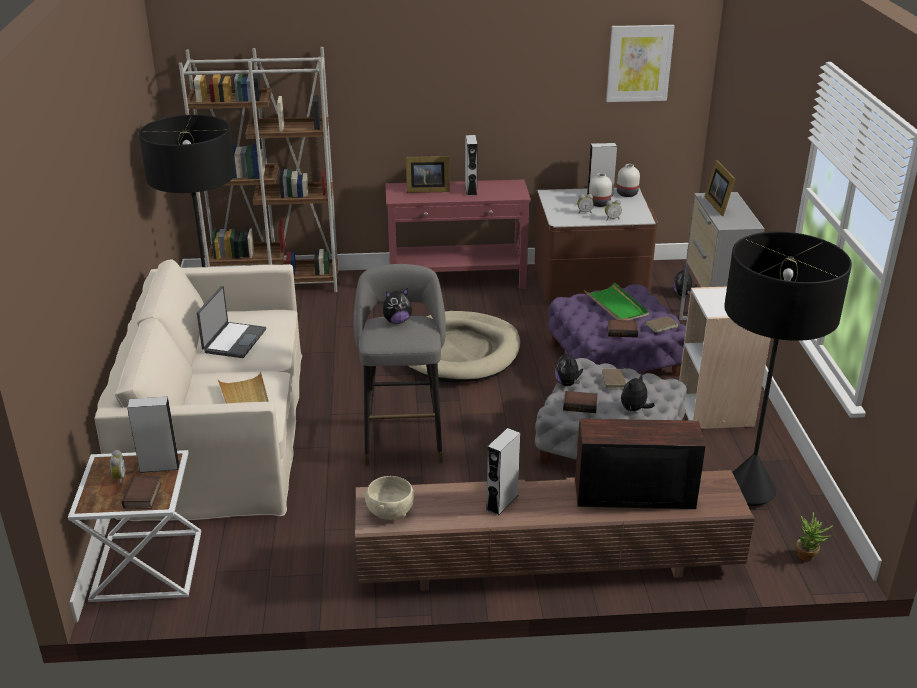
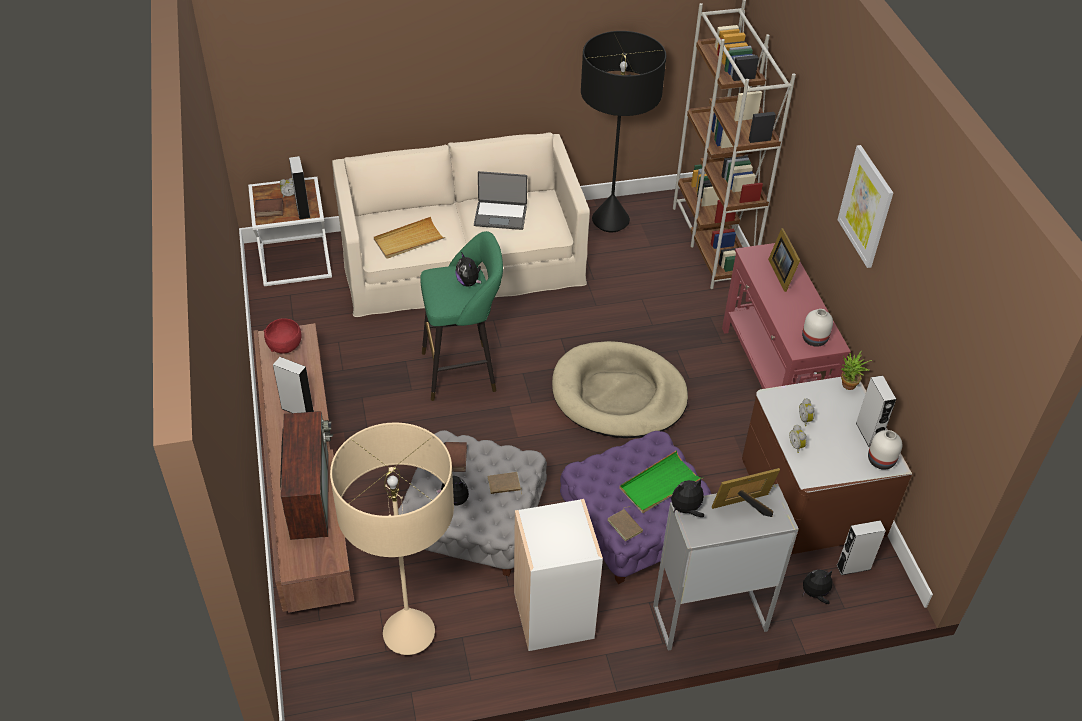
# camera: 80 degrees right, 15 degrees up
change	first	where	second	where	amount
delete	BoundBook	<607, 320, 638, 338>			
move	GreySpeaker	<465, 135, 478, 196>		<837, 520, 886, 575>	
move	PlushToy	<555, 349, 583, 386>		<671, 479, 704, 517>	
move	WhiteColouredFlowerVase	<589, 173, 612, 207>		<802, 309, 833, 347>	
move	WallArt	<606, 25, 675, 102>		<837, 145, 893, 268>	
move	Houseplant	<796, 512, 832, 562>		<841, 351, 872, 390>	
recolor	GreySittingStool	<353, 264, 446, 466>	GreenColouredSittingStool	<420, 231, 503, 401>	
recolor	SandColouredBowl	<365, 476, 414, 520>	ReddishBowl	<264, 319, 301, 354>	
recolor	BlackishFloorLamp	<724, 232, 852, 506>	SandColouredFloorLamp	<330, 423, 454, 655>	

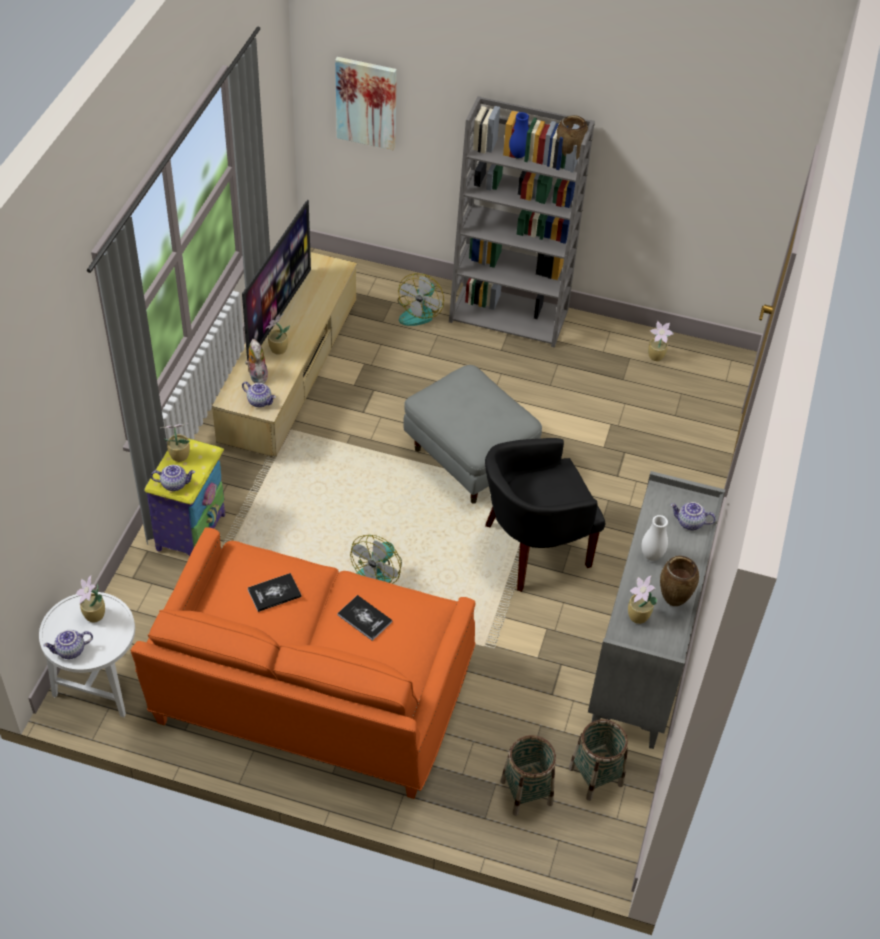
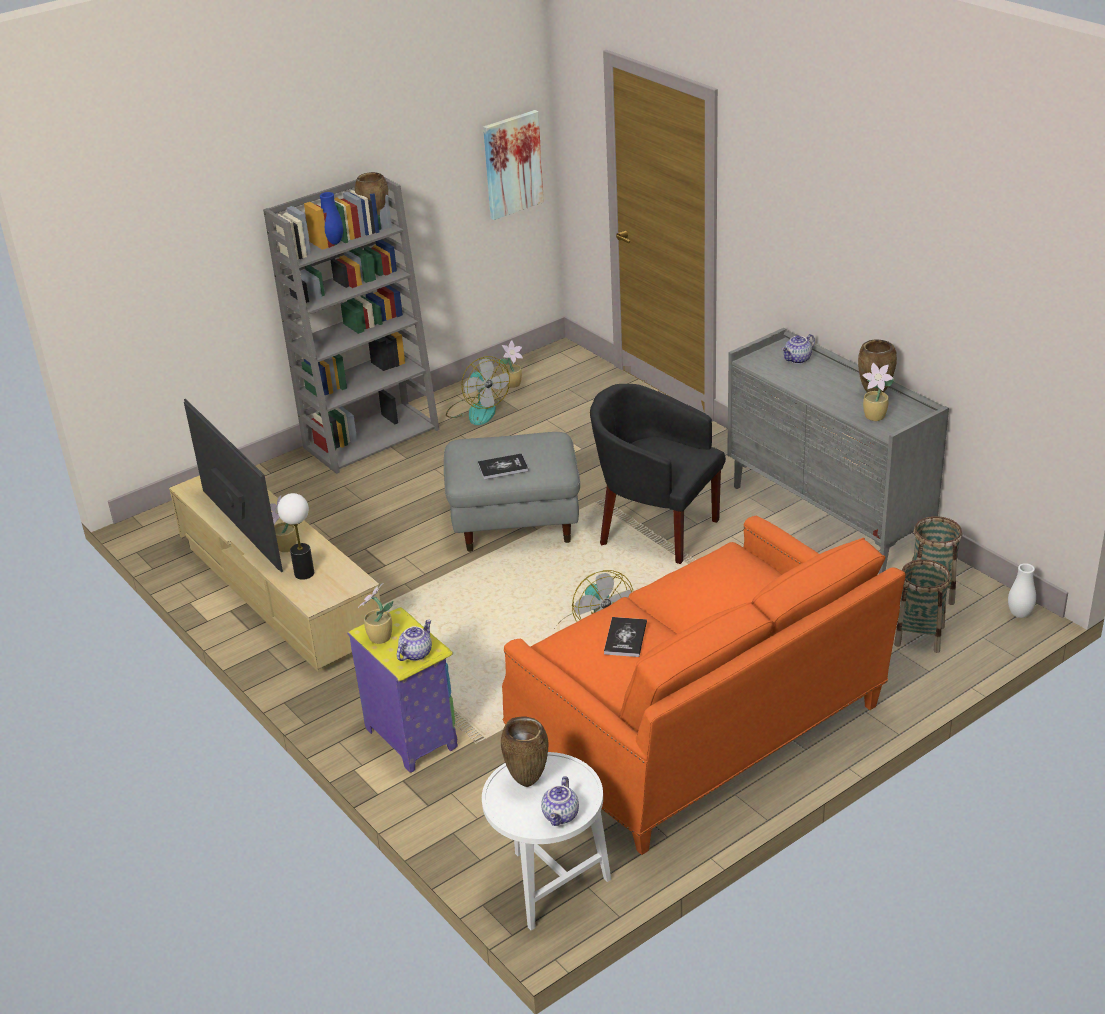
# camera: 50 degrees left, 15 degrees down
change	first	where	second	where	amount
delete	PotForTea	<242, 382, 276, 407>			
move	WallArt	<335, 57, 397, 150>		<483, 110, 544, 220>	
move	BoundBook	<338, 595, 392, 641>		<478, 453, 529, 480>	
move	Fan	<397, 273, 444, 326>		<446, 356, 510, 425>	
move	WhiteColouredFlowerVase	<641, 515, 668, 561>		<1008, 563, 1036, 618>	
replace	Houseplant	<76, 575, 105, 622>	BrownishFlowerVase	<501, 717, 549, 787>	
replace	PlushToy	<245, 339, 268, 384>	TableLamp	<277, 493, 314, 580>	
rotate	BlackishArmchair	<485, 438, 605, 592>		<590, 384, 726, 564>	105 degrees clockwise

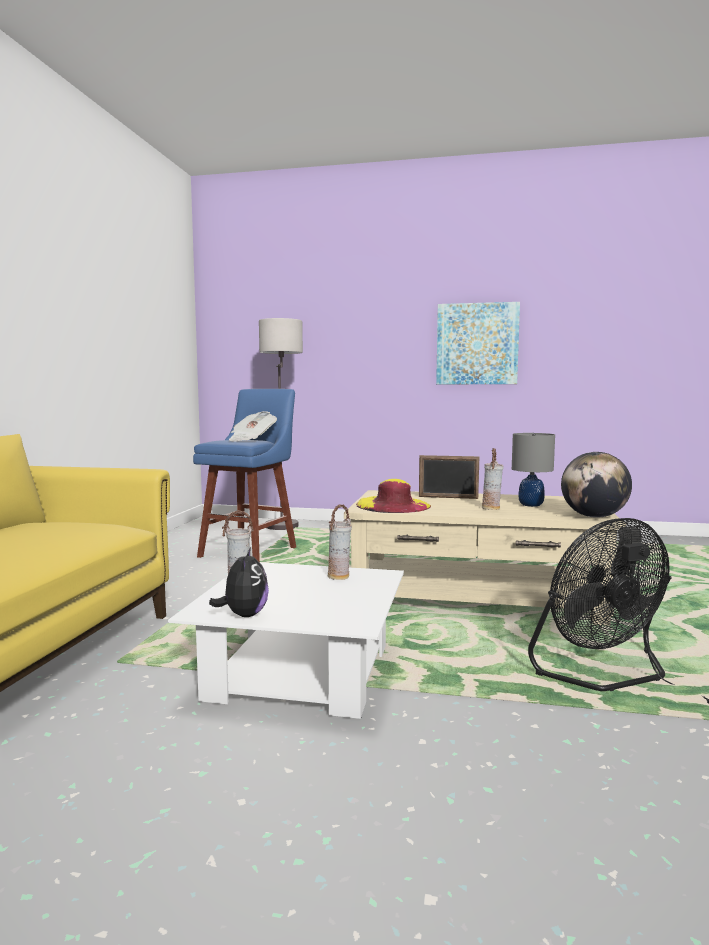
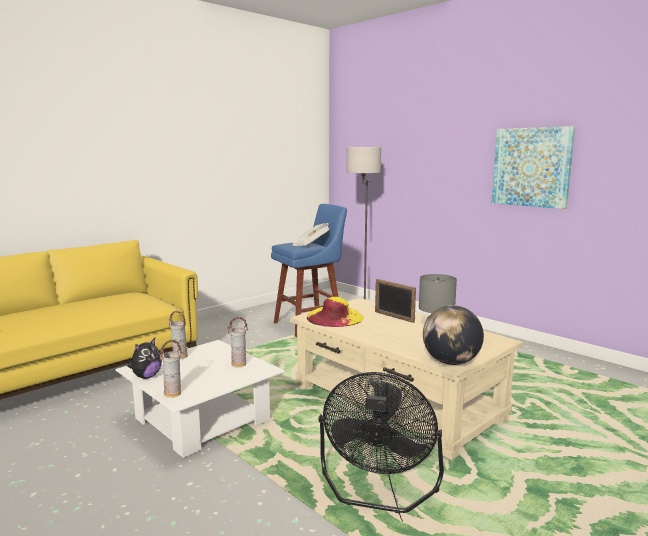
# camera: 35 degrees right, 5 degrees up
change	first	where	second	where	amount
move	FlowerVase	<482, 448, 504, 510>		<159, 340, 182, 398>	

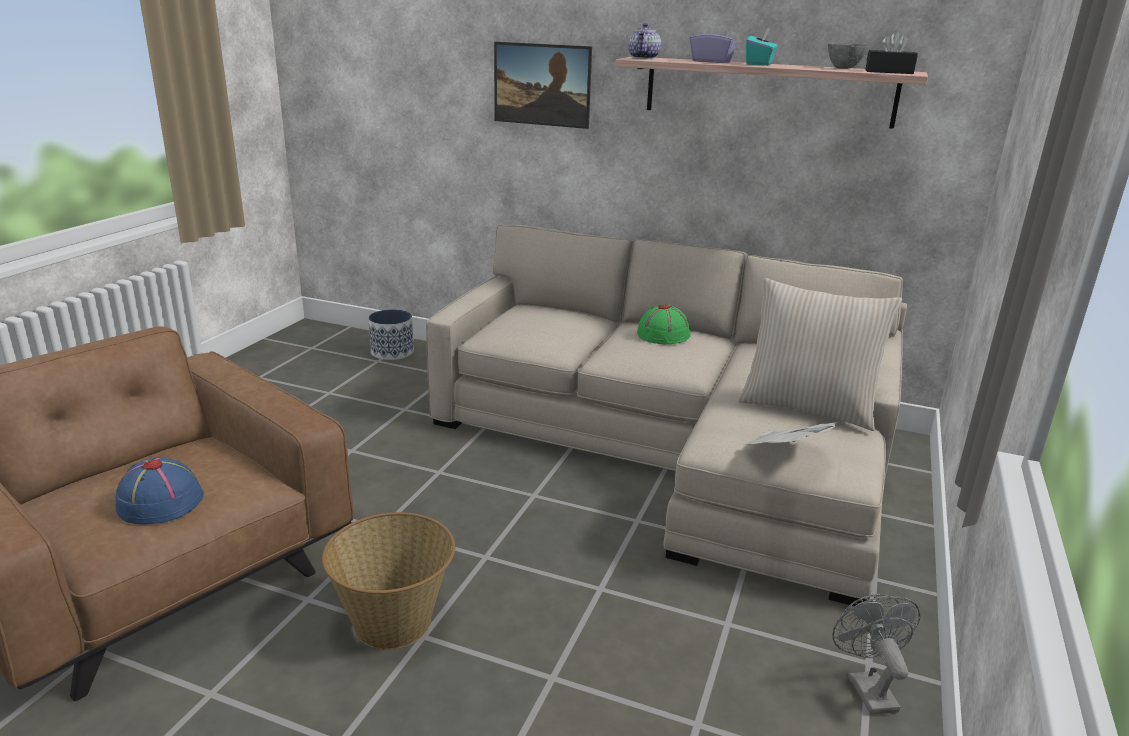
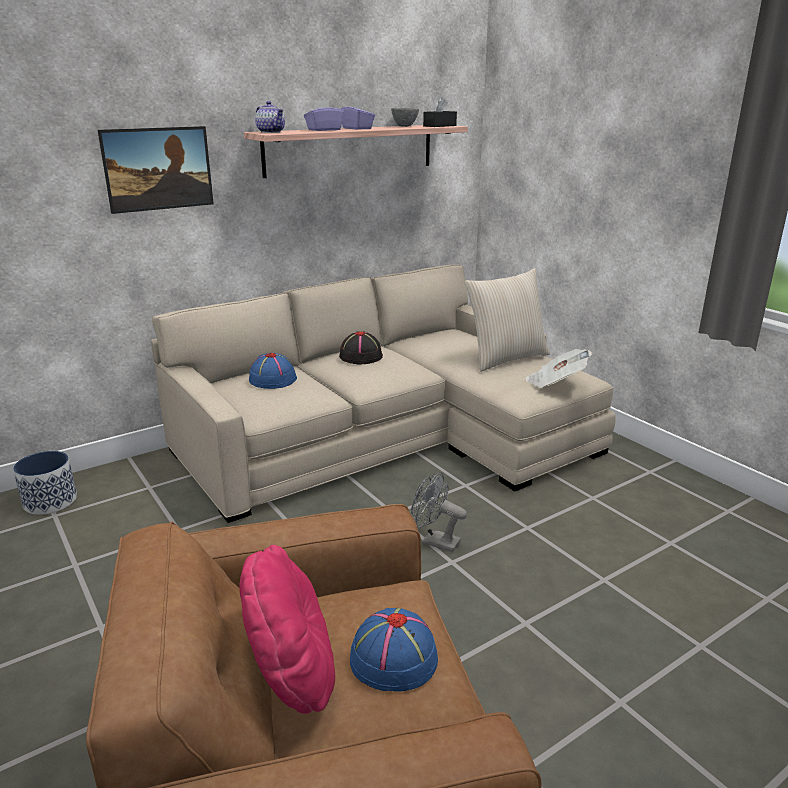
# camera: 55 degrees left, 0 degrees up
change	first	where	second	where	amount
delete	HouseholdBasket	<322, 512, 455, 650>			
insert			PinkishCushion	<239, 545, 335, 714>	
insert			BlueColouredClothingHat	<249, 353, 297, 389>	
move	GreyFan	<832, 594, 920, 714>		<411, 472, 467, 552>	
recolor	GreenColouredClothingHat	<637, 304, 691, 344>	BlackishClothingHat	<339, 331, 383, 364>	
recolor	TurquoiseTissueBox	<746, 28, 778, 66>	PurplishTissueBox	<341, 100, 375, 130>	

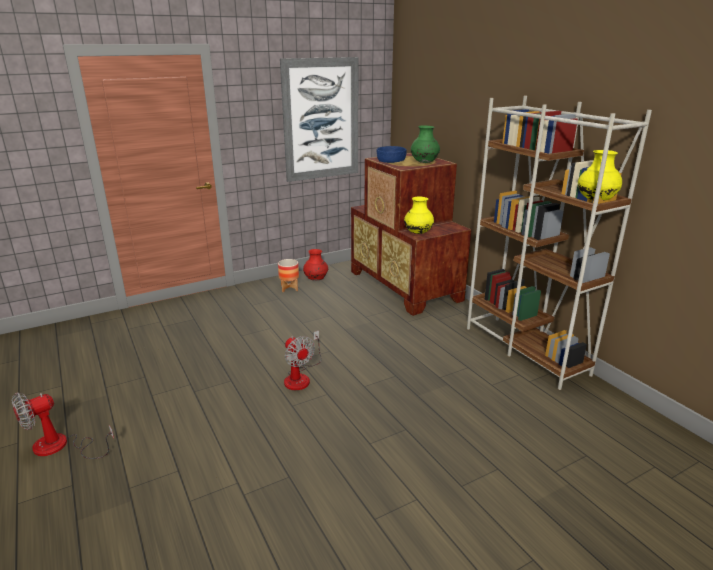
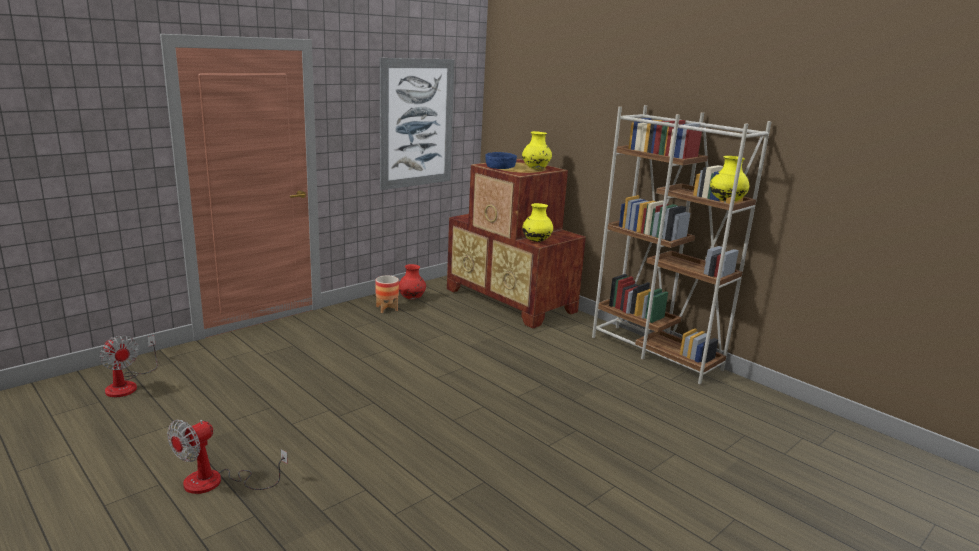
# camera: 15 degrees left, 5 degrees down
change	first	where	second	where	amount
move	Fan	<284, 330, 322, 390>		<100, 335, 158, 397>	
recolor	GreenColouredFlowerVase	<411, 125, 440, 163>	YellowColouredFlowerVase	<522, 131, 552, 170>	

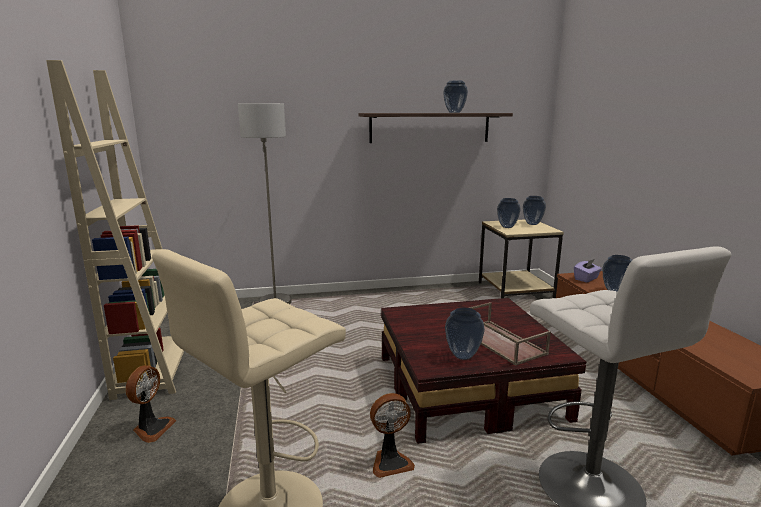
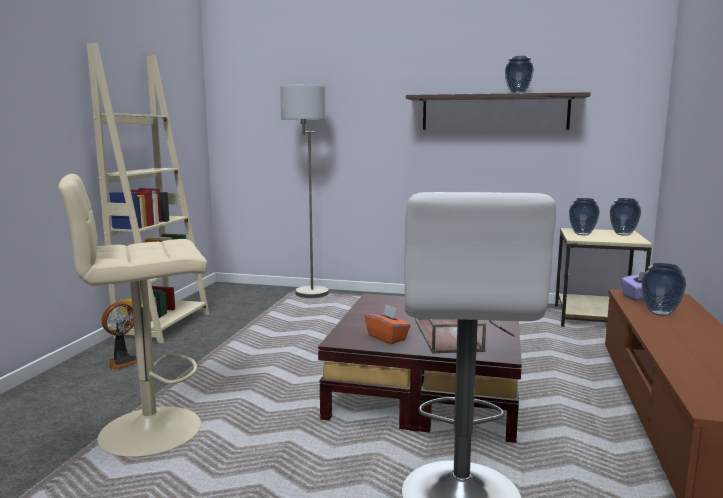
# camera: 25 degrees right, 5 degrees down
change	first	where	second	where	amount
delete	Fan	<370, 393, 415, 478>			
replace	FlowerVase	<445, 308, 485, 360>	OrangeyTissueBox	<365, 304, 411, 344>	

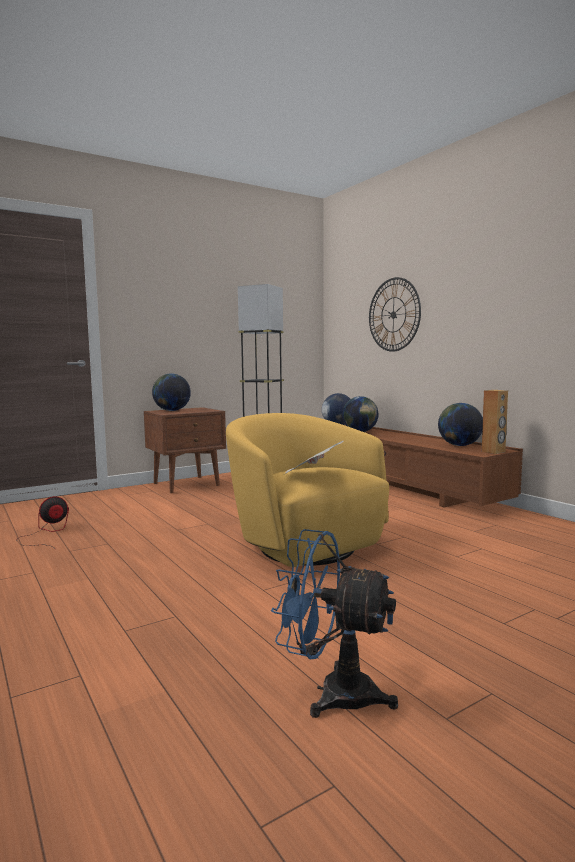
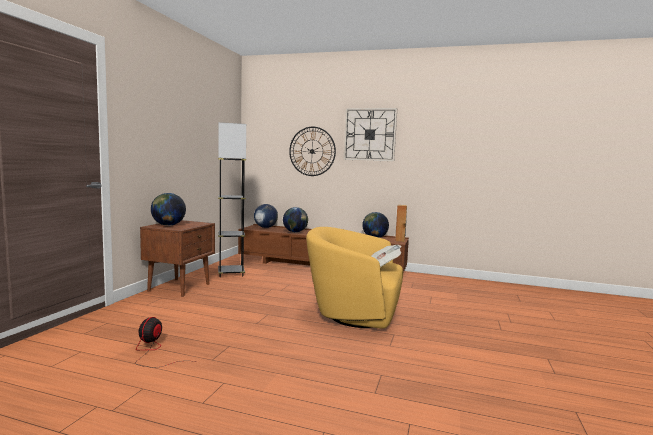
# camera: 40 degrees left, 0 degrees up
change	first	where	second	where	amount
delete	BlueColouredFan	<271, 529, 398, 718>			
insert			WallClock	<344, 108, 397, 162>	

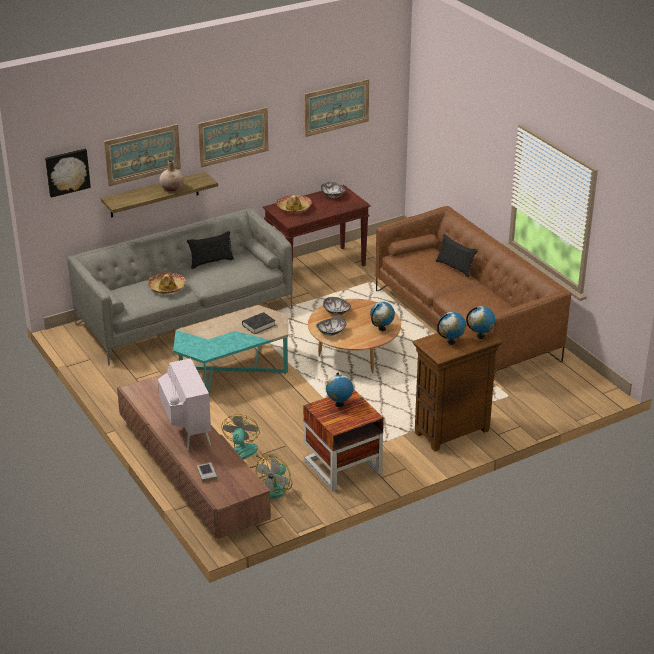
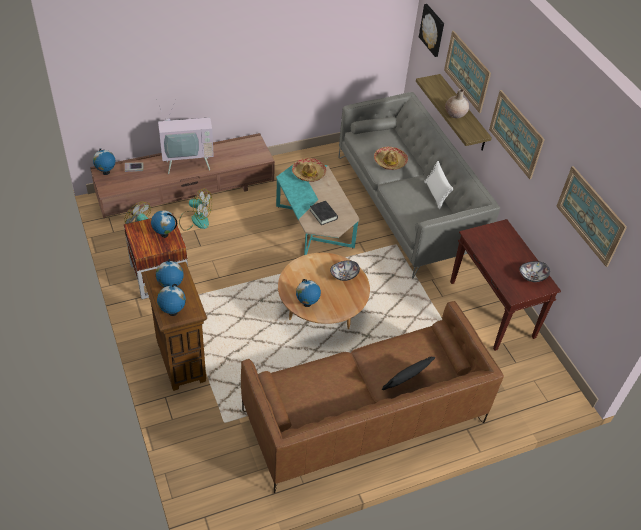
# camera: 95 degrees right, 15 degrees up
change	first	where	second	where	amount
delete	Bowl	<316, 318, 346, 336>			
insert			Globe	<93, 149, 115, 175>	
move	ClothingHat	<276, 195, 312, 213>		<292, 158, 326, 182>	
recolor	BlackishCushion	<187, 231, 234, 269>	WhiteColouredCushion	<425, 161, 453, 209>	

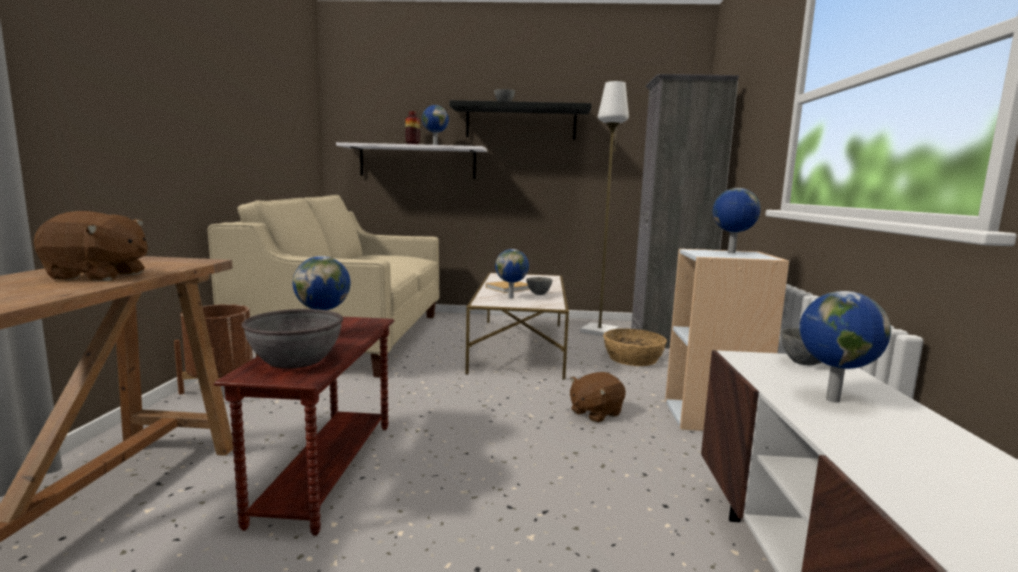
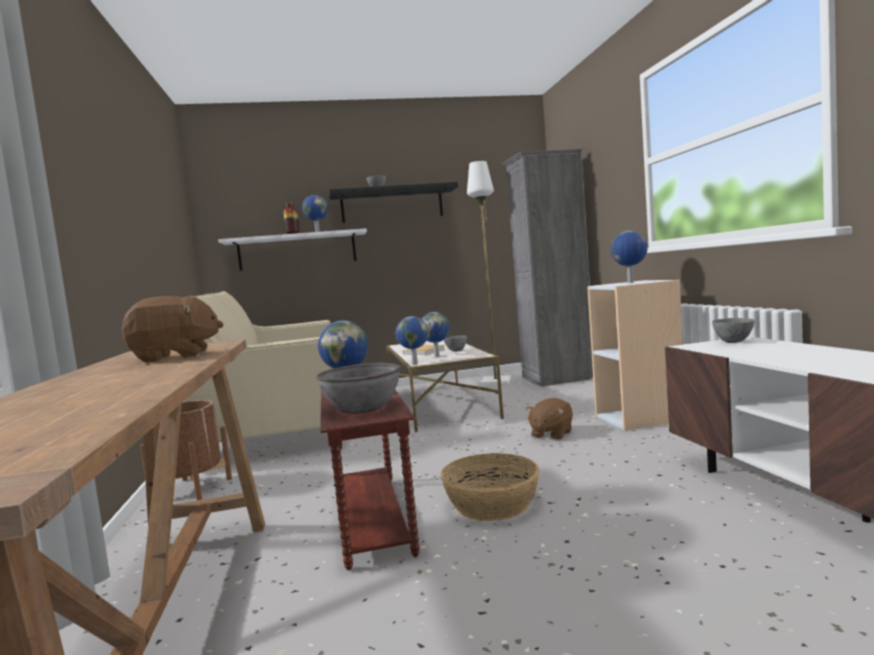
# camera: 15 degrees left, 5 degrees down
change	first	where	second	where	amount
move	HouseholdBasket	<603, 329, 667, 366>		<440, 453, 540, 521>	
move	Globe	<800, 291, 891, 403>		<396, 316, 428, 364>	

